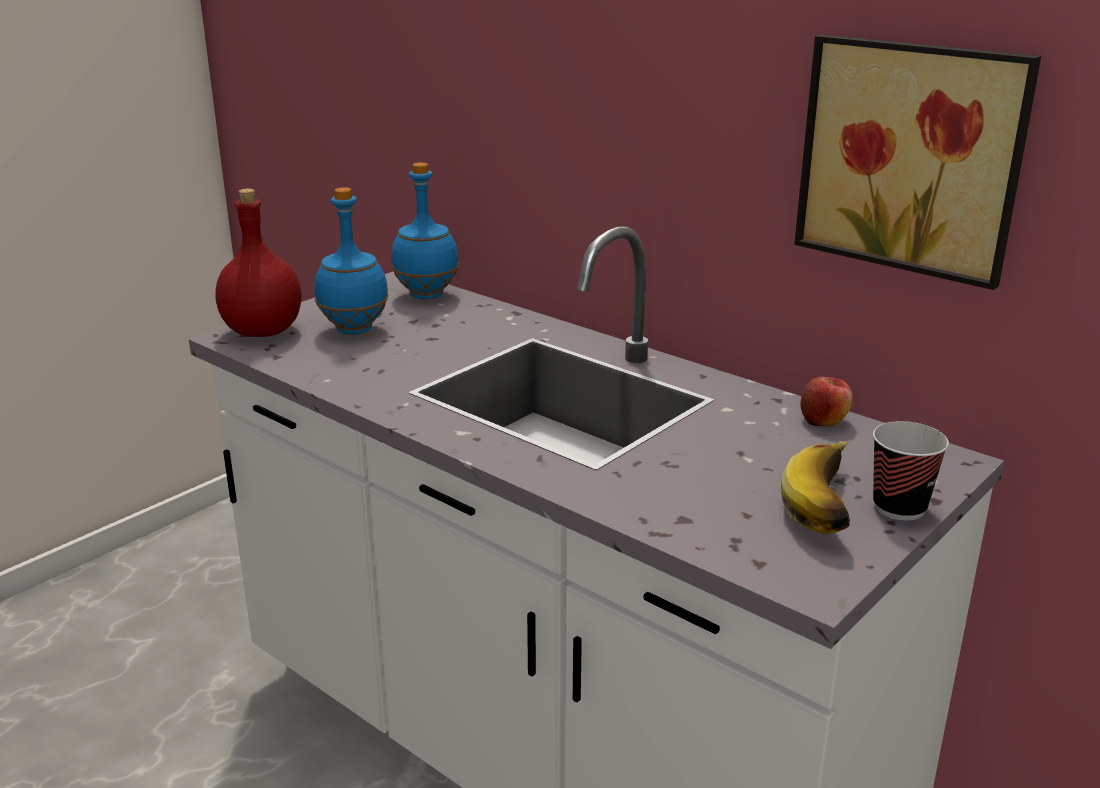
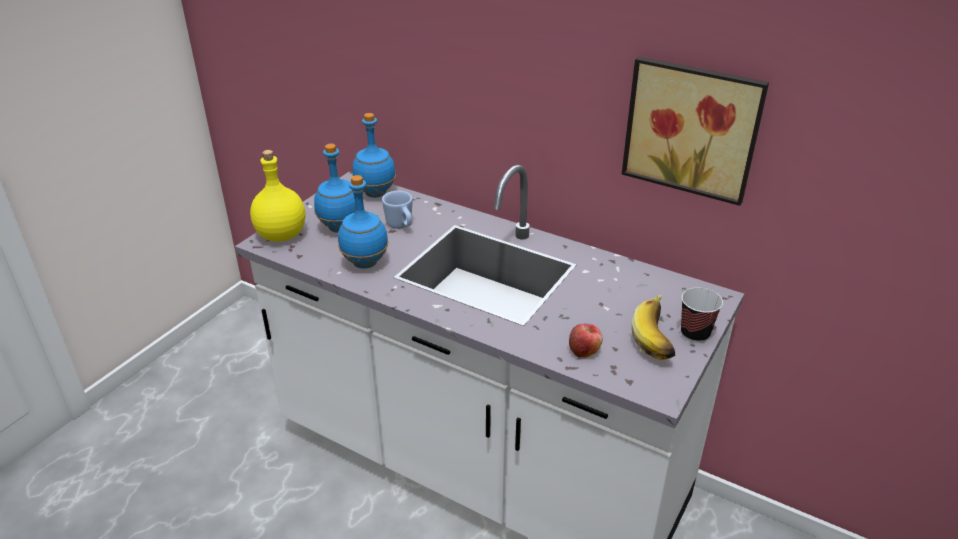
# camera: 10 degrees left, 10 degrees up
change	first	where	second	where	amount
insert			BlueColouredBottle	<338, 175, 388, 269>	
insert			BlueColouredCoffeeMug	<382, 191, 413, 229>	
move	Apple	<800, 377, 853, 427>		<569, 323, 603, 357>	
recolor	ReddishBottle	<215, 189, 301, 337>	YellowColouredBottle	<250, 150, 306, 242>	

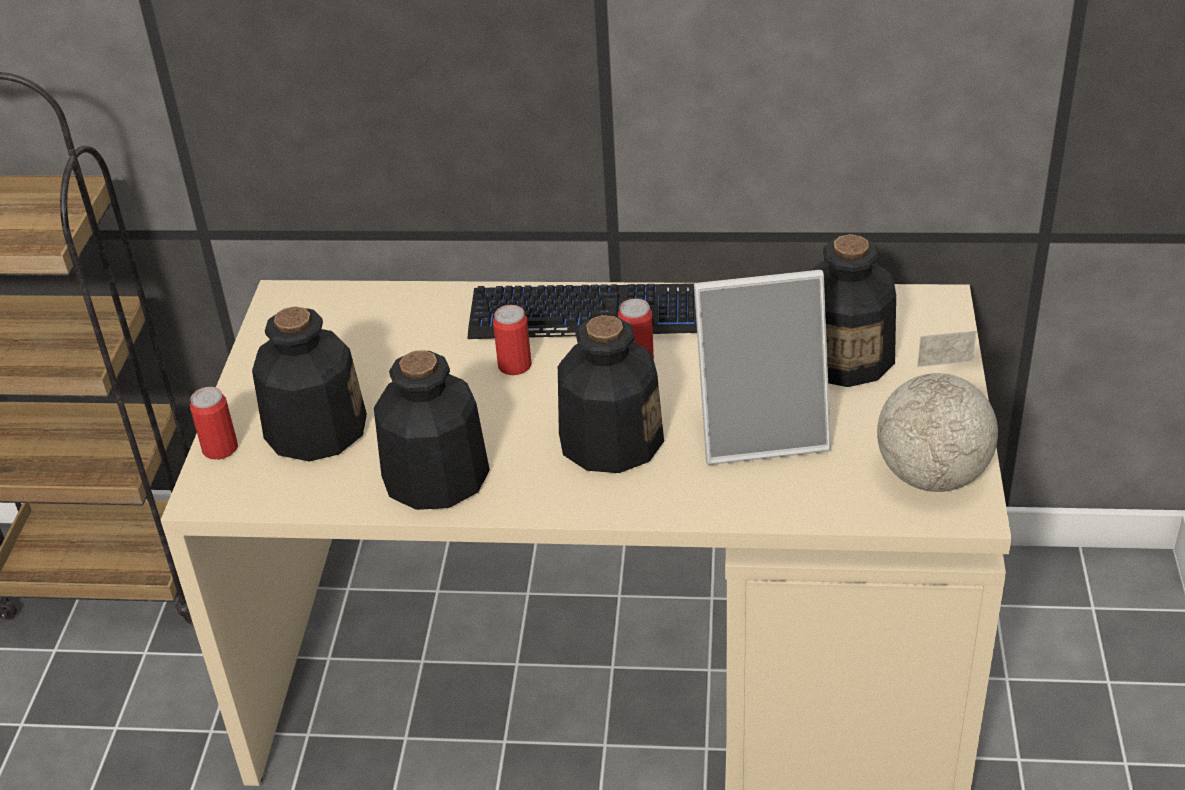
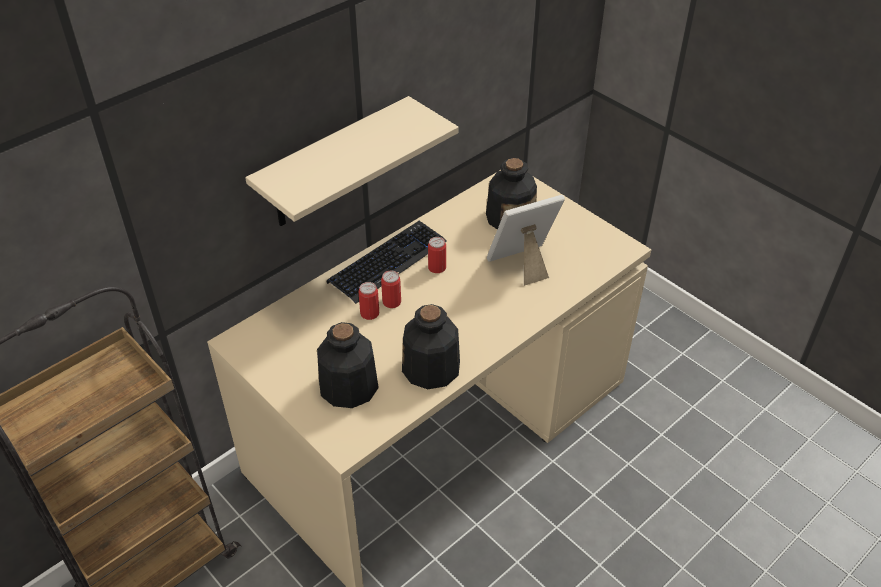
# camera: 50 degrees left, 5 degrees up
change	first	where	second	where	amount
delete	Bottle	<558, 315, 664, 473>			
delete	Globe	<877, 331, 998, 492>			
insert			SandColouredBracketShelf	<245, 96, 459, 226>	
move	Can	<190, 387, 238, 460>		<359, 282, 379, 320>	
rotate	PhotoFrame	<694, 270, 831, 465>		<487, 195, 565, 286>	150 degrees counterclockwise

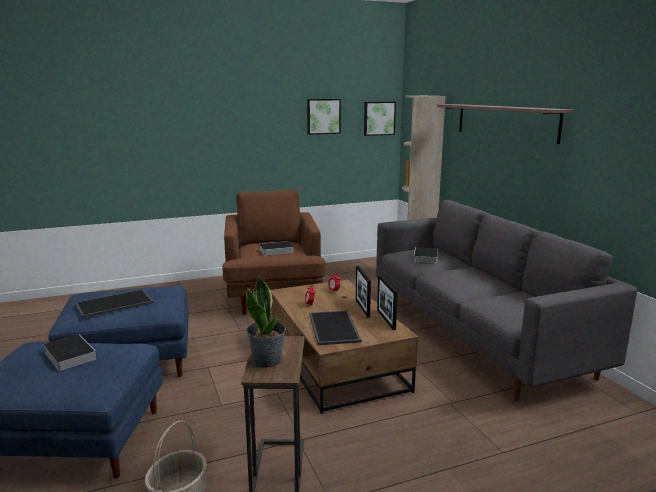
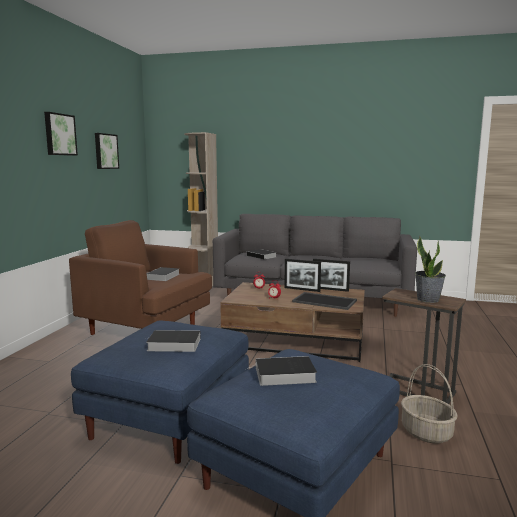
# camera: 55 degrees left, 5 degrees down
change	first	where	second	where	amount
delete	BracketShelf	<437, 104, 574, 144>			
move	WallArt	<364, 102, 396, 136>		<44, 112, 78, 156>	
replace	Tray	<75, 289, 154, 318>	BoundBook	<146, 330, 201, 352>	

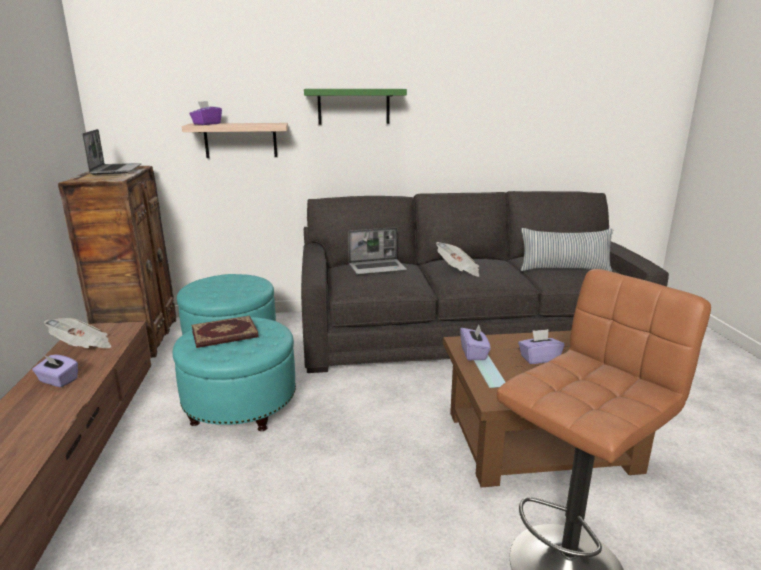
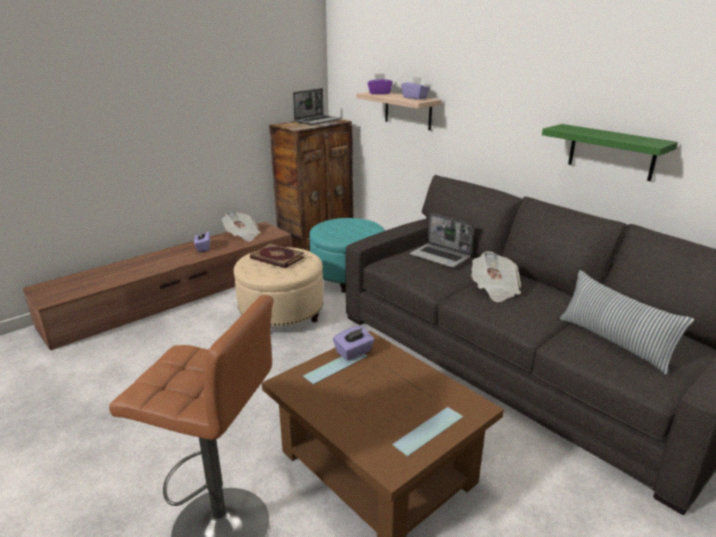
# camera: 55 degrees right, 5 degrees up
change	first	where	second	where	amount
move	GreenColouredBracketShelf	<304, 89, 407, 124>		<542, 124, 678, 181>	
move	PurplishTissueBox	<518, 329, 564, 364>		<401, 77, 430, 99>	
recolor	TurquoiseOttoman	<172, 317, 296, 431>	SandColouredOttoman	<234, 247, 323, 327>	

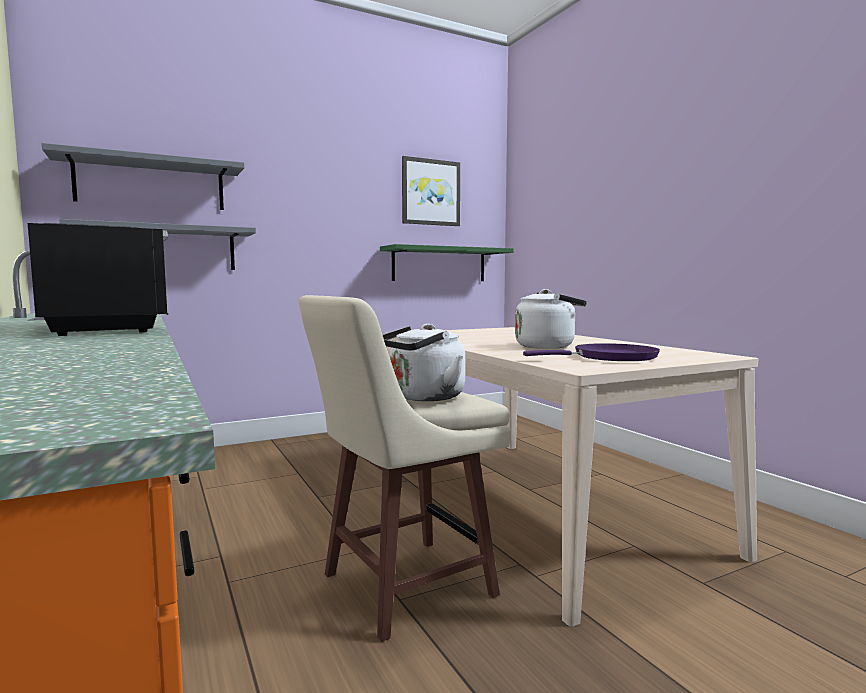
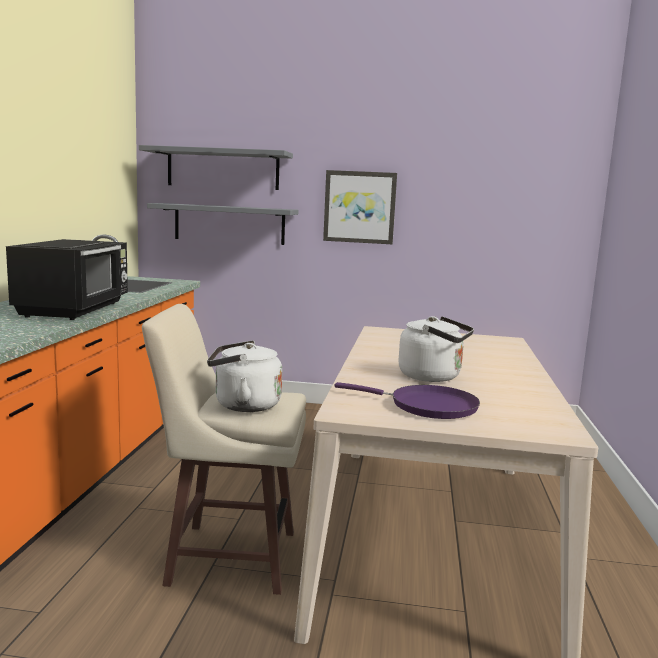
# camera: 35 degrees right, 5 degrees up
change	first	where	second	where	amount
delete	GreenColouredBracketShelf	<380, 244, 514, 281>			
move	WallArt	<402, 156, 460, 226>		<323, 170, 397, 244>	

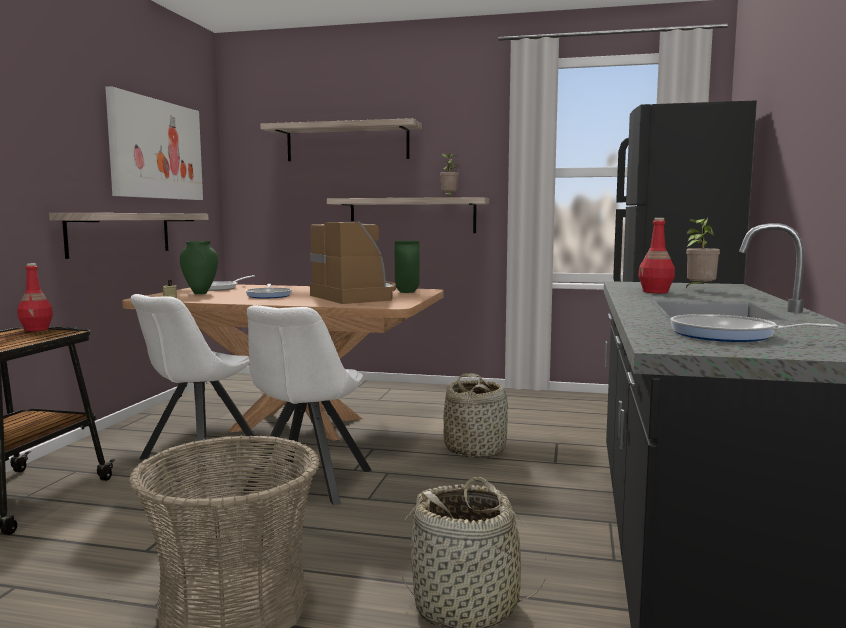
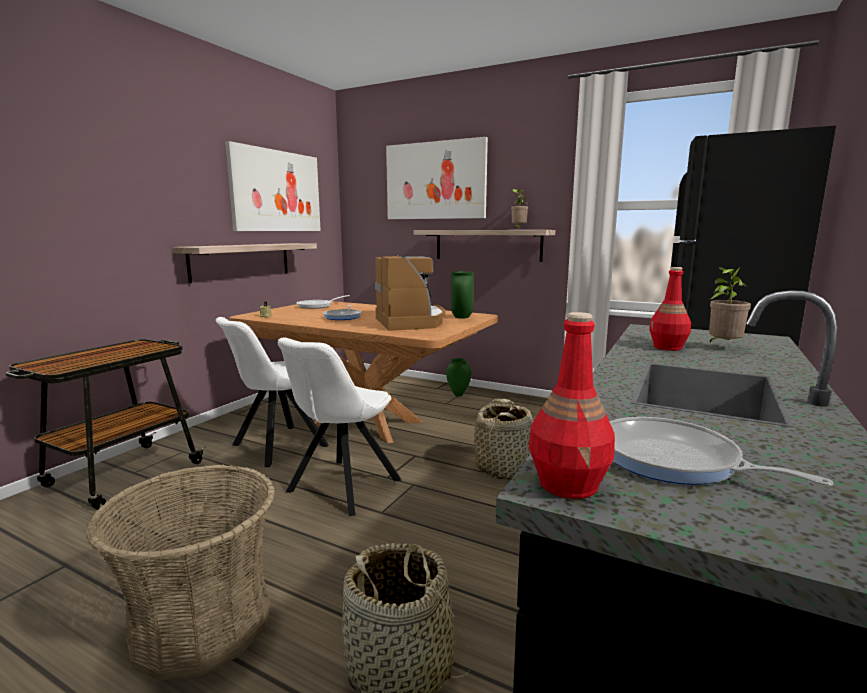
# camera: 15 degrees right, 5 degrees up
change	first	where	second	where	amount
move	ReddishBottle	<17, 263, 53, 331>		<529, 312, 615, 499>	
move	GreenColouredFlowerVase	<180, 241, 218, 294>		<446, 358, 472, 397>	
replace	BracketShelf	<260, 118, 422, 161>	WallArt	<386, 137, 488, 219>	

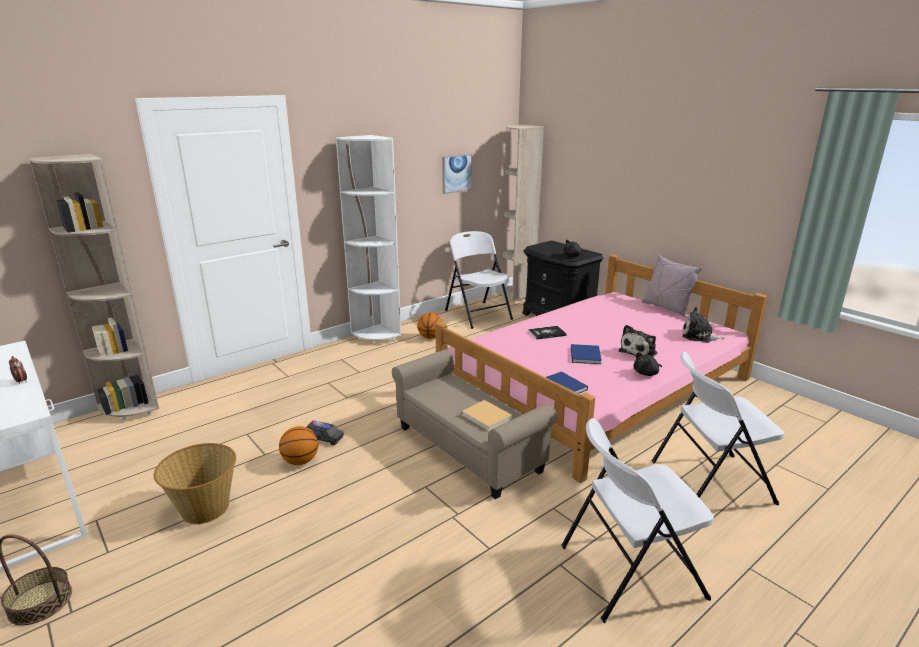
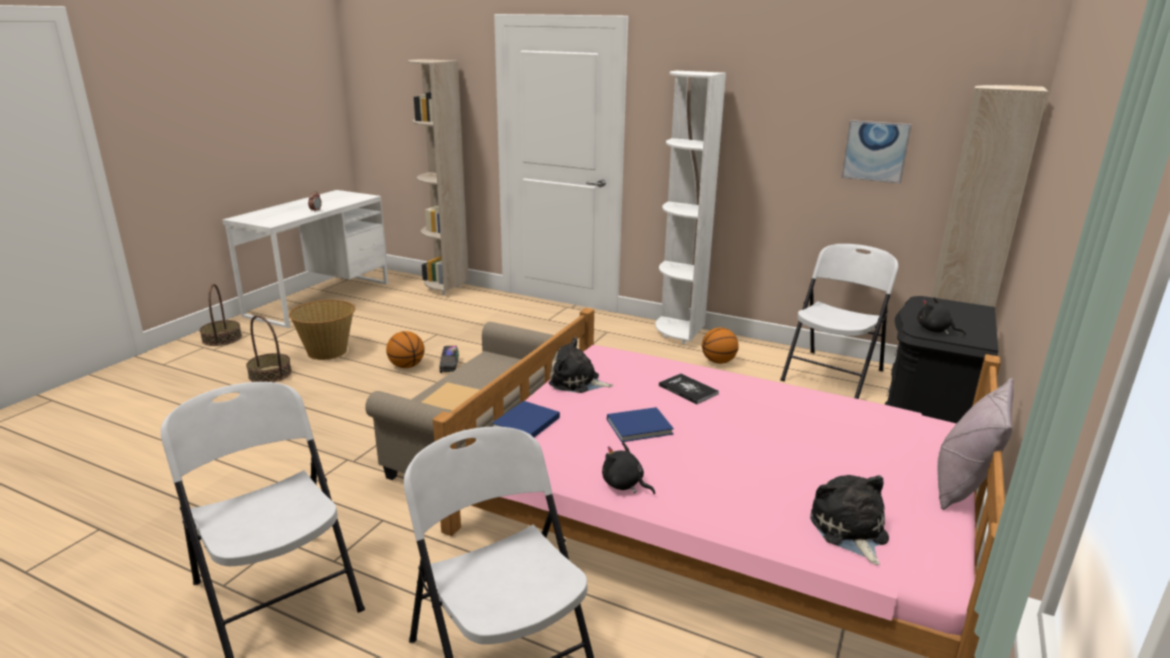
# camera: 65 degrees right, 0 degrees up
change	first	where	second	where	amount
insert			HouseholdBasket	<246, 315, 292, 382>	
move	PlushToy	<619, 325, 658, 357>		<548, 337, 613, 393>	

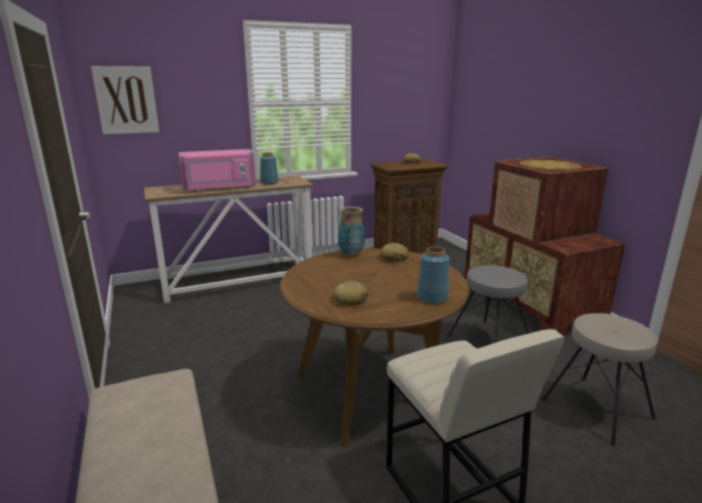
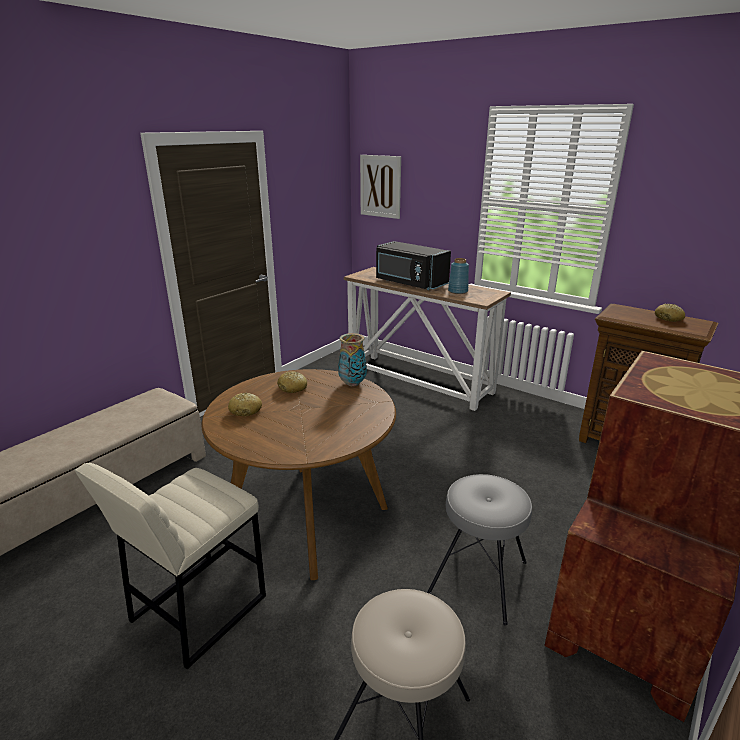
# camera: 60 degrees right, 5 degrees up
change	first	where	second	where	amount
delete	BlueColouredFlowerVase	<417, 246, 449, 304>			
move	BakedBread	<381, 242, 409, 261>		<277, 371, 307, 393>	
recolor	PinkishMicrowaveOven	<179, 149, 256, 191>	BlackishMicrowaveOven	<376, 241, 451, 290>	

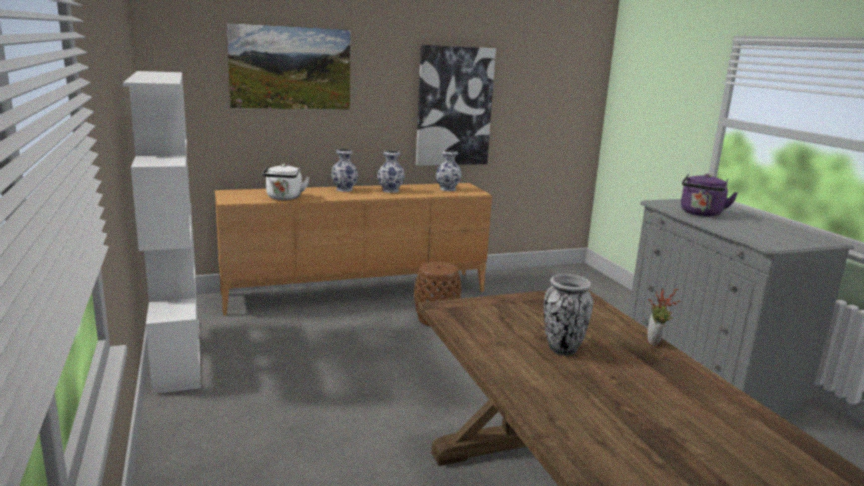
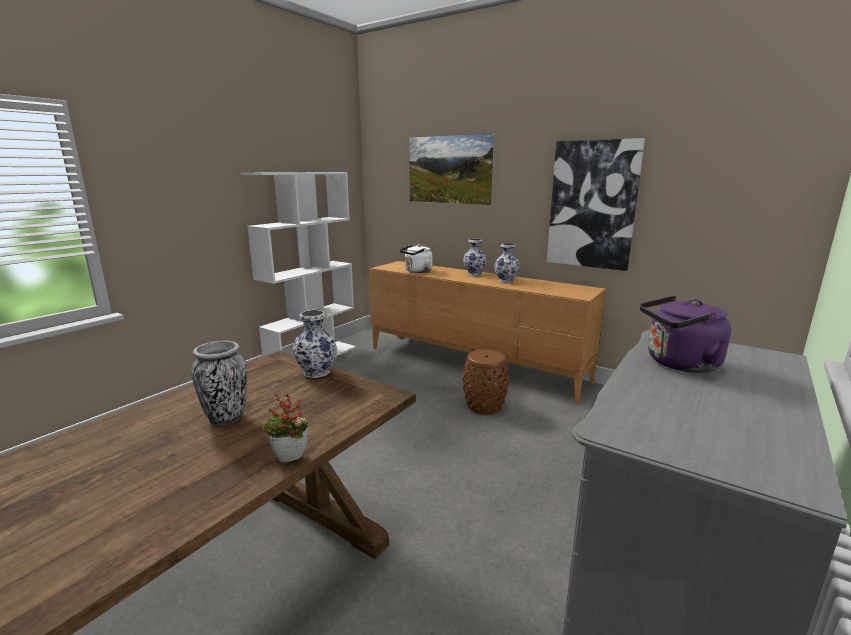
# camera: 55 degrees right, 0 degrees up
change	first	where	second	where	amount
move	FlowerVase	<436, 150, 462, 191>		<293, 310, 337, 378>	

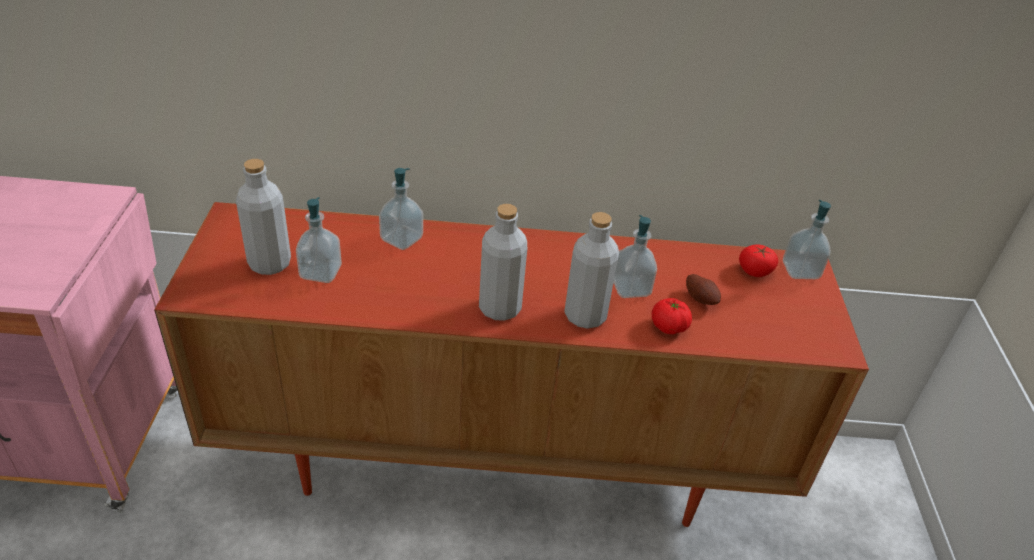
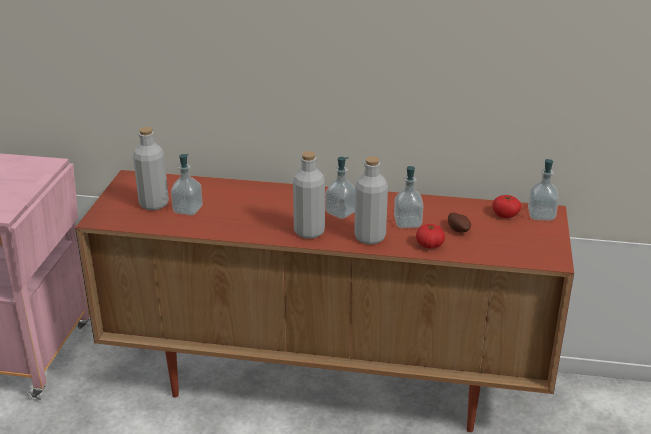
# camera: 10 degrees right, 10 degrees down
change	first	where	second	where	amount
move	LiquidSoapBottle	<379, 168, 423, 250>		<325, 157, 355, 219>	

